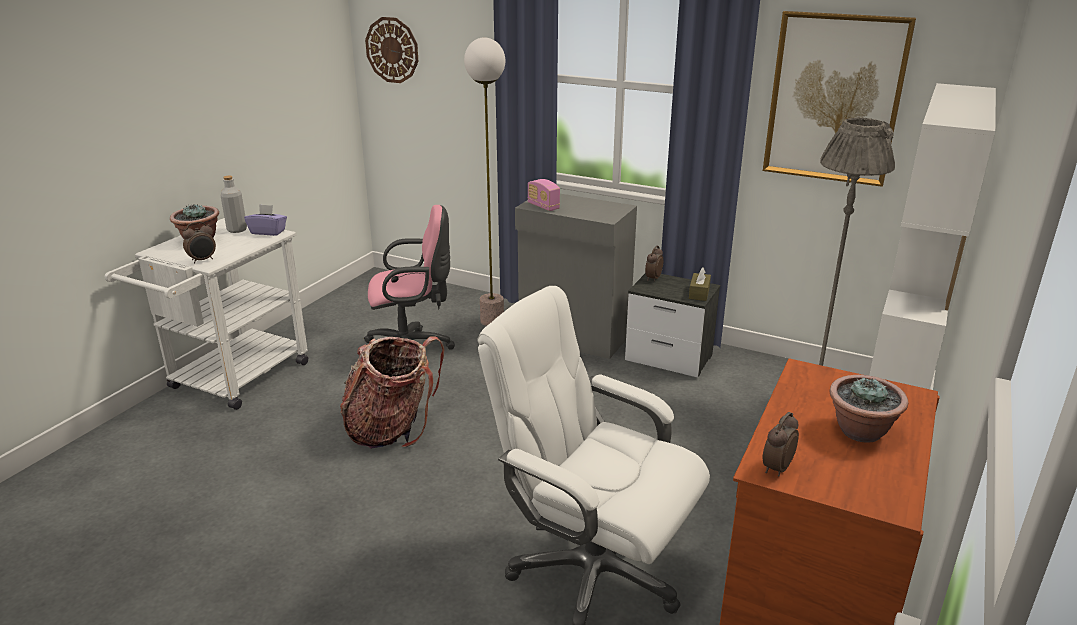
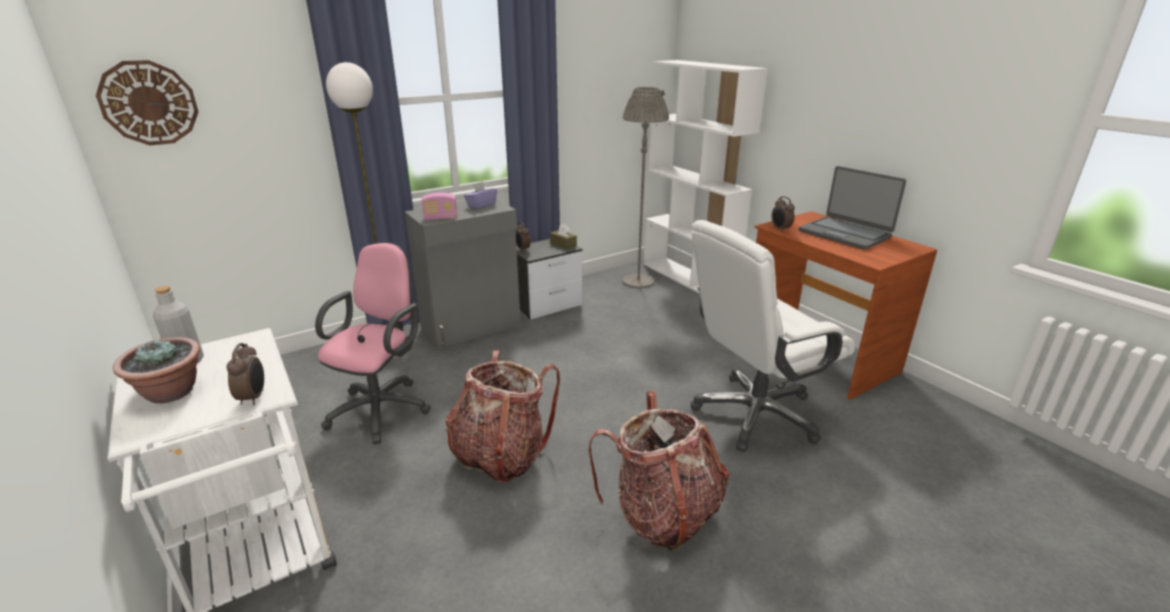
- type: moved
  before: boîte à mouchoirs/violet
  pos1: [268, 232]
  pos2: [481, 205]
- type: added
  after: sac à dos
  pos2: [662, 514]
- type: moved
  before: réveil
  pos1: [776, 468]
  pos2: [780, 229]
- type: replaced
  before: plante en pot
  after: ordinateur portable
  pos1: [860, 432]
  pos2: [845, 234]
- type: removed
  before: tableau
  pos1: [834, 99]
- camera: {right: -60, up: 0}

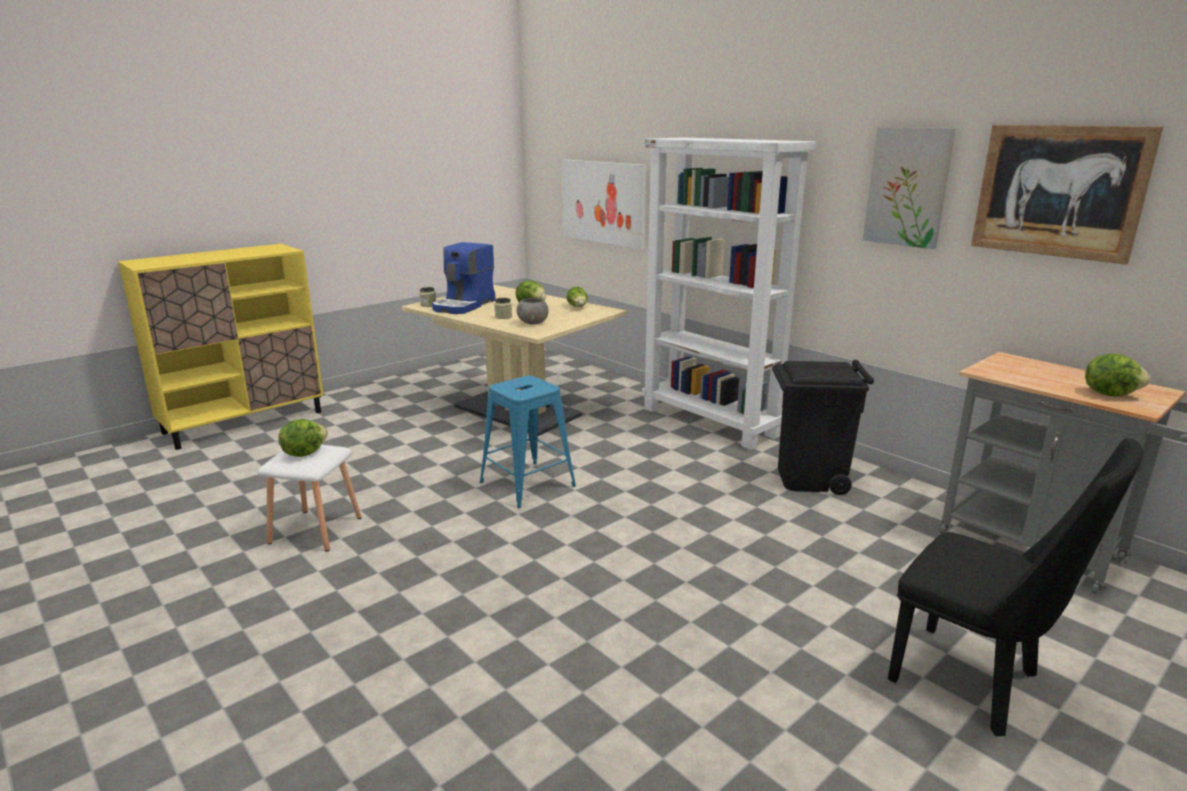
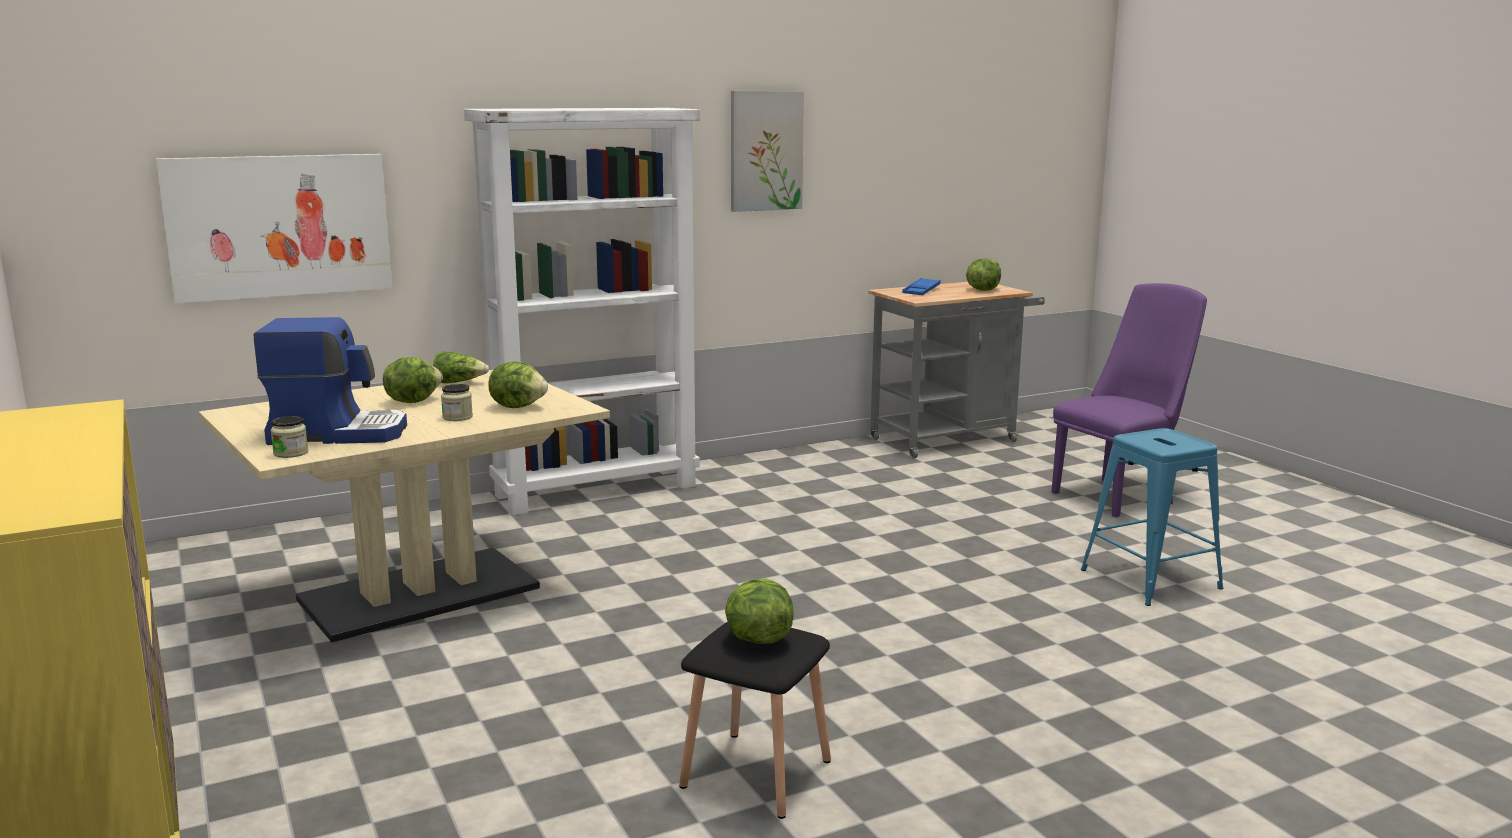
- type: turned
  before: machine à café
  pos1: [464, 305]
  pos2: [338, 433]
  turn: -45
- type: replaced
  before: bol/gris
  after: laitue
  pos1: [533, 323]
  pos2: [518, 406]
- type: recoloured
  before: tabouret/blanc
  after: tabouret/noir
  pos1: [315, 529]
  pos2: [753, 773]
- type: added
  after: plateau/bleu
  pos2: [921, 291]
- type: recoloured
  before: chaise/noir
  after: chaise/violet
  pos1: [976, 683]
  pos2: [1118, 496]
- type: moved
  before: tabouret/bleu
  pos1: [527, 484]
  pos2: [1149, 579]
- type: removed
  before: poubelle/noir
  pos1: [810, 479]
- type: removed
  before: tableau
  pos1: [1058, 191]
- camera: {right: -75, up: -5}

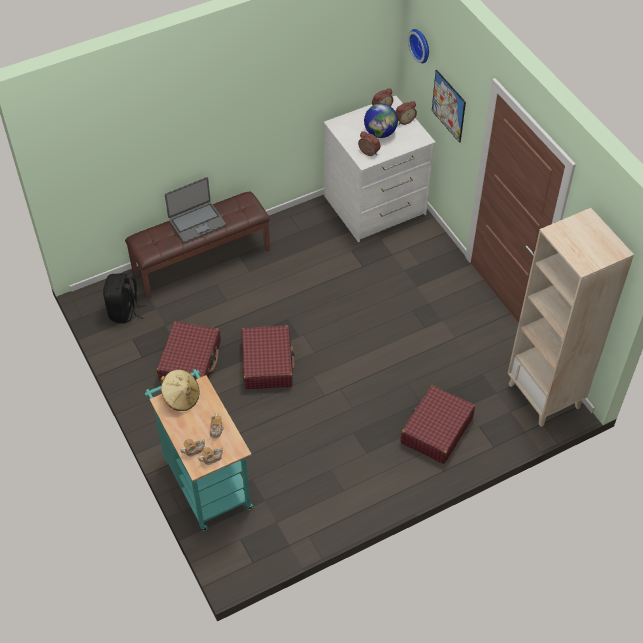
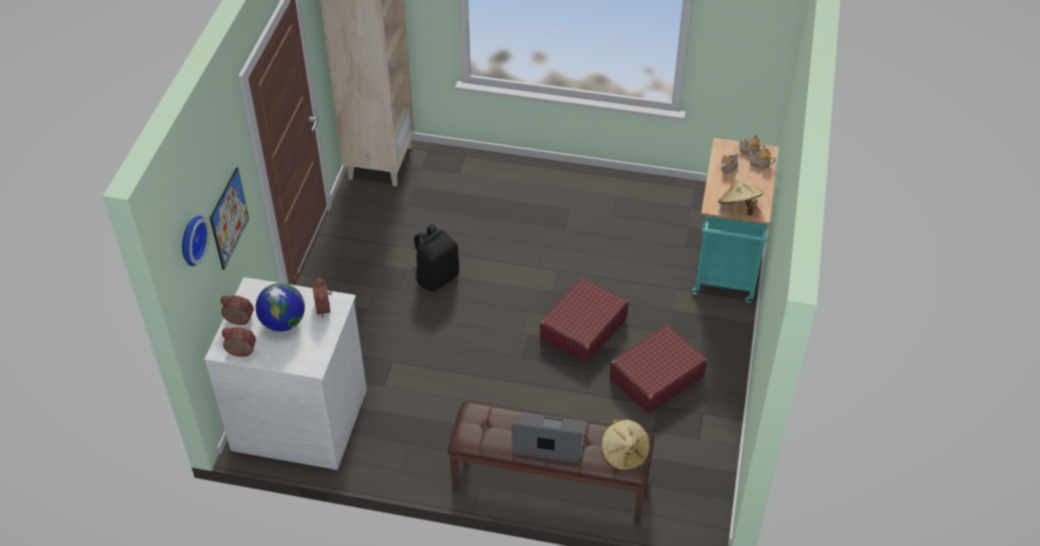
- type: moved
  before: sac à dos/noir
  pos1: [125, 311]
  pos2: [437, 277]
- type: added
  after: chapeau/beige
  pos2: [624, 454]
- type: removed
  before: valise/rouge
  pos1: [436, 430]
- camera: {right: -140, up: -5}

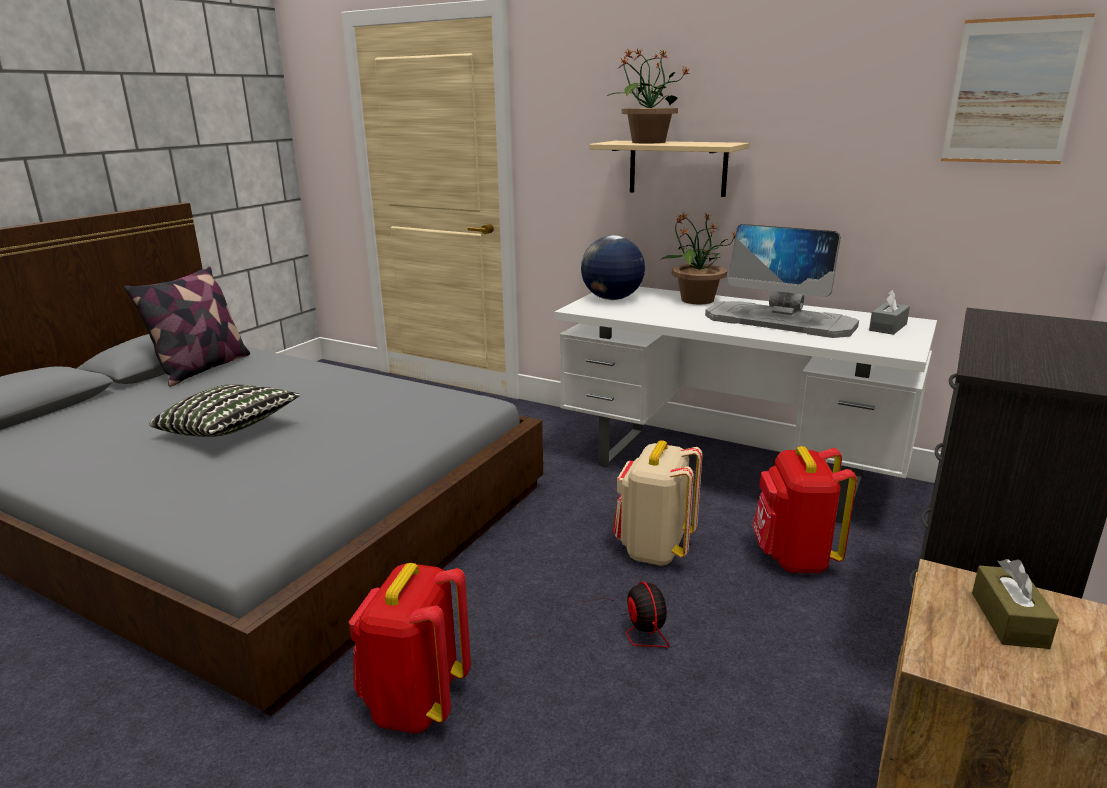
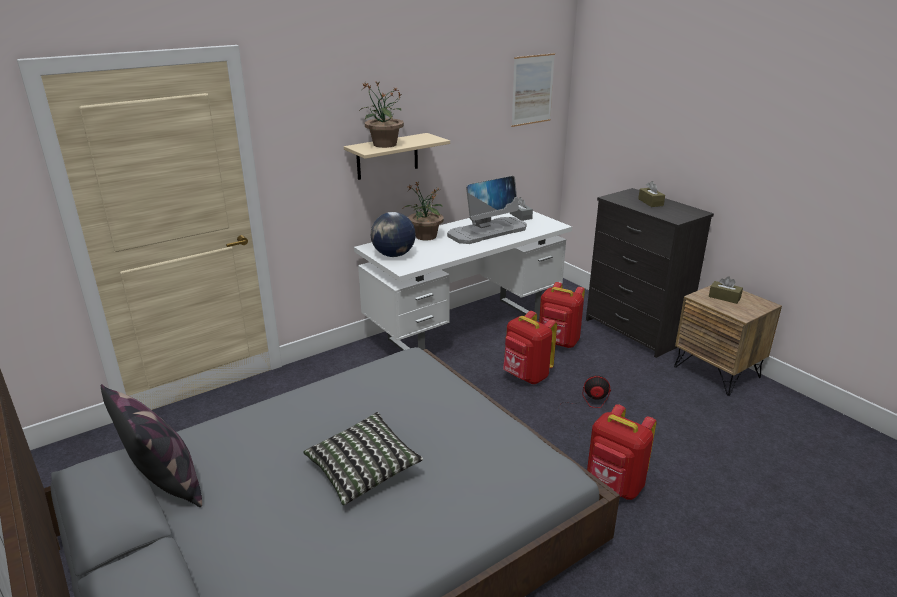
- type: recoloured
  before: sac à dos/beige
  after: sac à dos/rouge
  pos1: [654, 550]
  pos2: [526, 376]
- type: added
  after: boîte à mouchoirs/marron
  pos2: [650, 202]
- camera: {right: -65, up: 5}

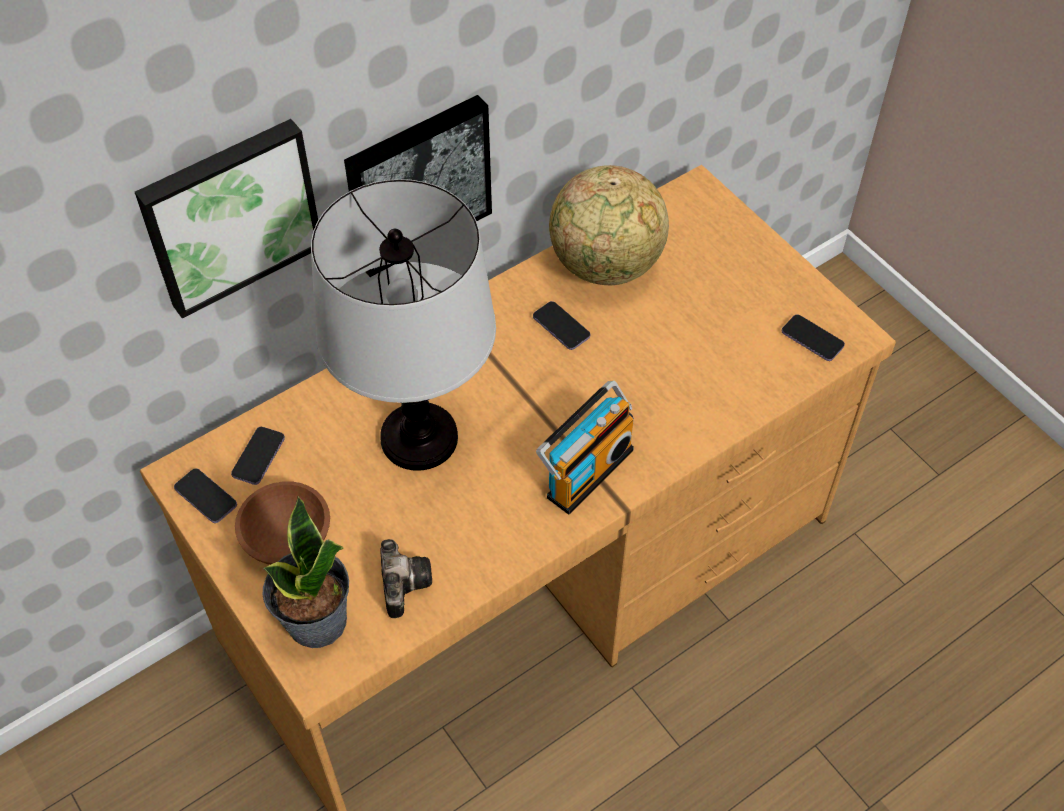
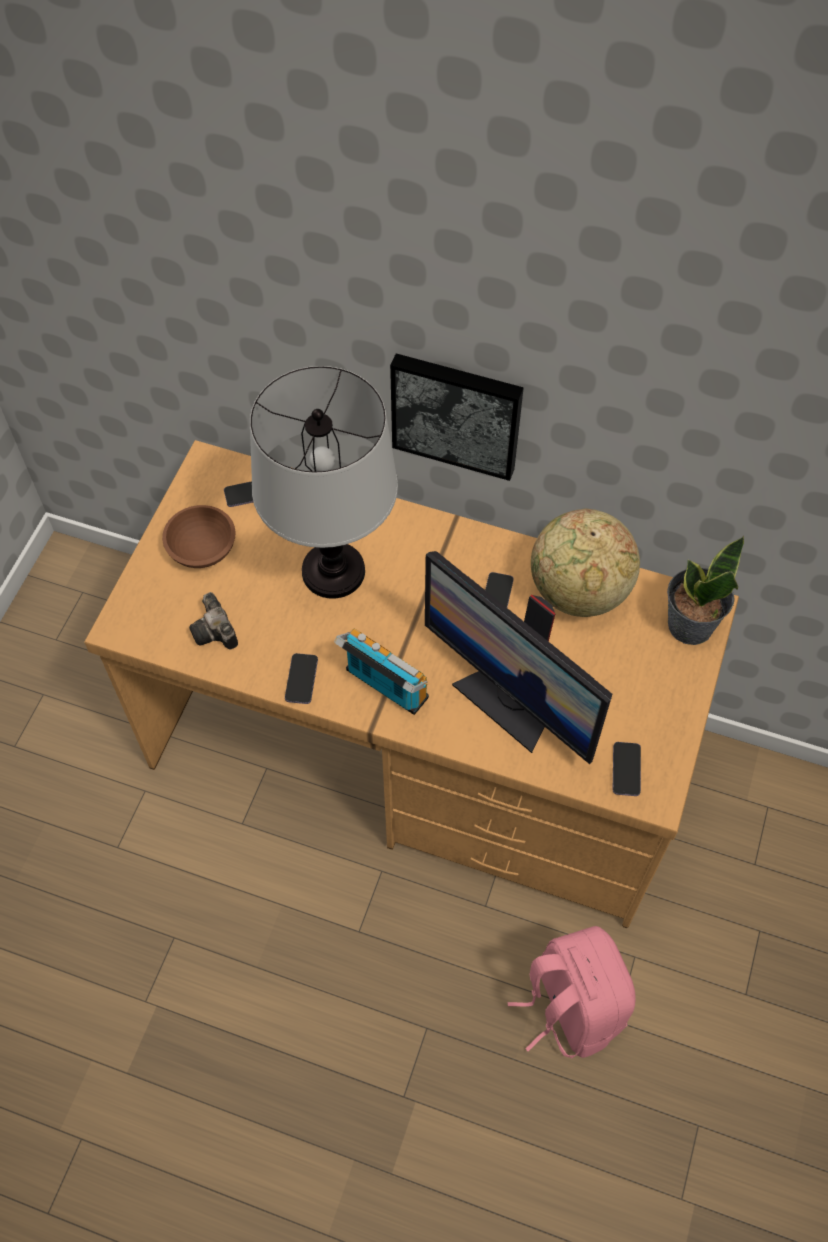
- type: turned
  before: appareil photo
  pos1: [402, 582]
  pos2: [216, 633]
  turn: 105
- type: moved
  before: téléphone
  pos1: [206, 497]
  pos2: [301, 679]
- type: turned
  before: radio
  pos1: [586, 470]
  pos2: [384, 687]
  turn: -150
- type: added
  after: écran d'ordinateur
  pos2: [510, 700]
- type: added
  after: sac à dos/rose
  pos2: [569, 1006]
- type: moved
  before: plante en pot
  pos1: [316, 622]
  pos2: [689, 625]
- type: removed
  before: tableau
  pos1: [230, 214]
- camera: {right: 55, up: 5}

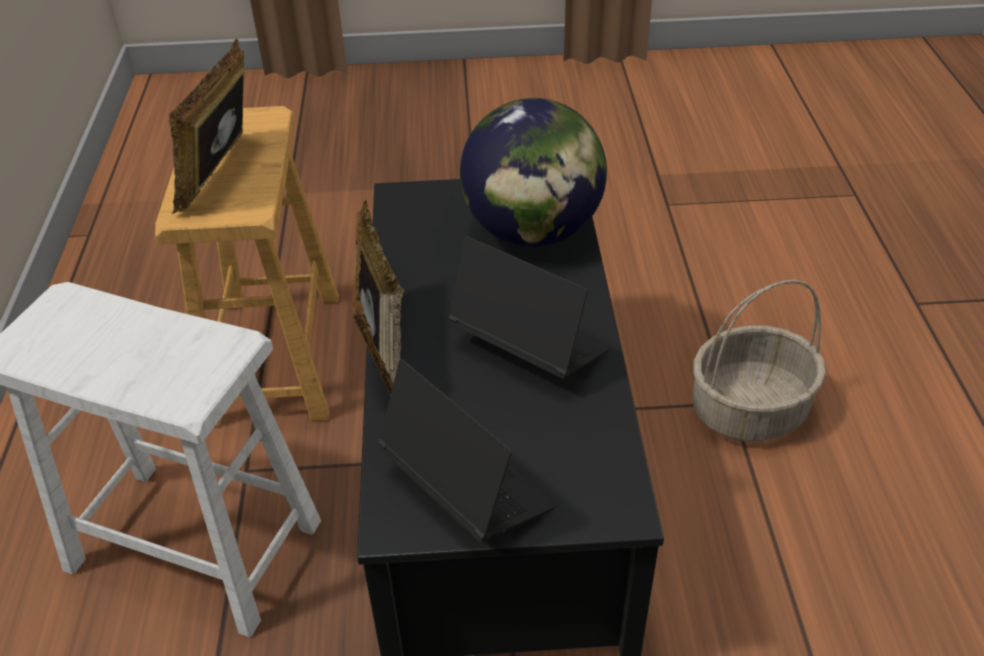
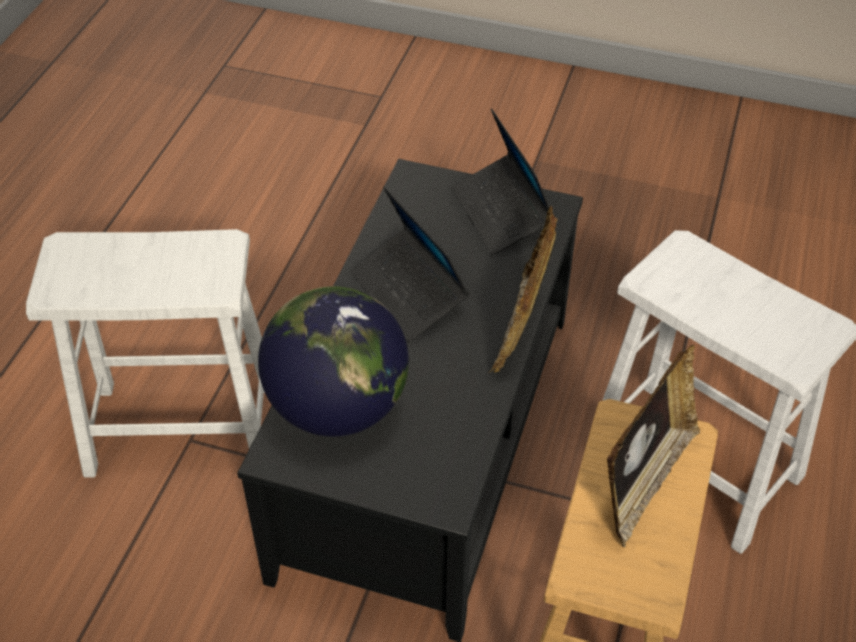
- type: replaced
  before: panier
  after: tabouret/blanc
  pos1: [748, 411]
  pos2: [182, 427]
- camera: {right: -160, up: 5}

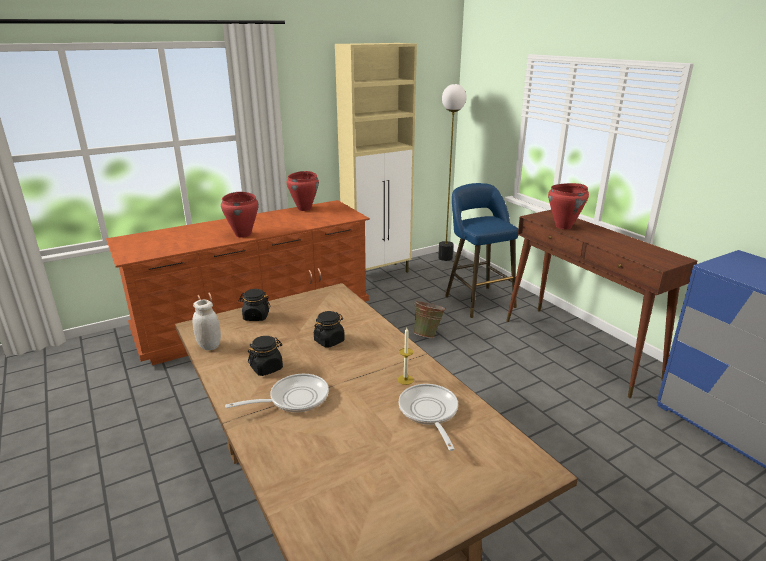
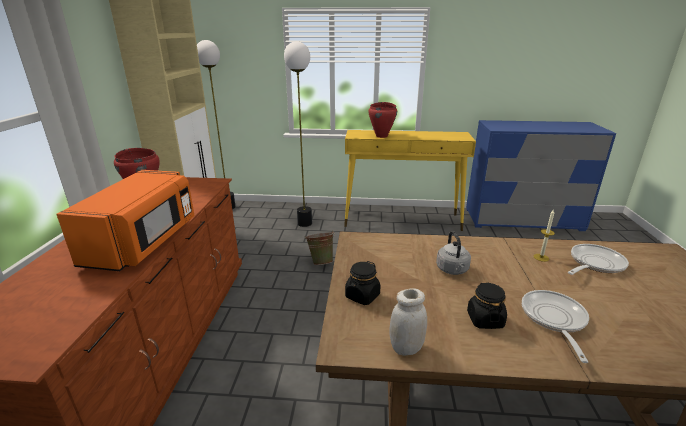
- type: replaced
  before: marmite/rouge
  after: micro-ondes/orange
  pos1: [243, 235]
  pos2: [144, 242]
- type: replaced
  before: tabouret/bleu
  after: lampadaire
  pos1: [477, 300]
  pos2: [304, 223]
- type: recoloured
  before: table console/marron
  after: table console/jaune
  pos1: [579, 348]
  pos2: [402, 220]
- type: replaced
  before: bocal/noir
  after: bouilloire/gris
  pos1: [329, 341]
  pos2: [452, 270]
- type: turned
  before: poêle
  pos1: [429, 413]
  pos2: [594, 264]
  turn: 120
- camera: {right: -55, up: 0}

